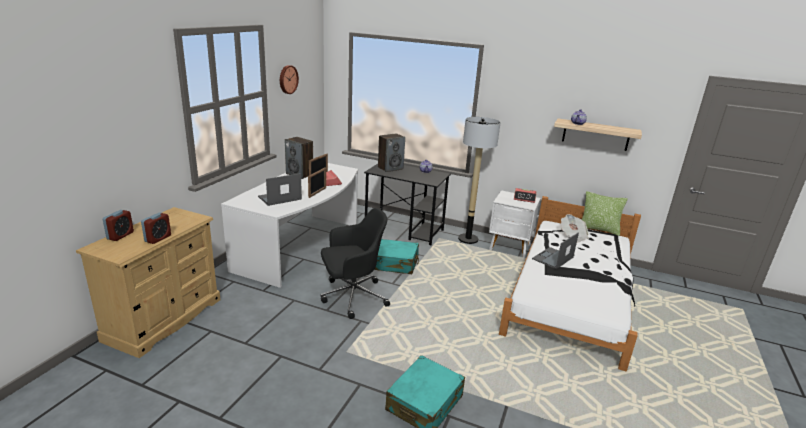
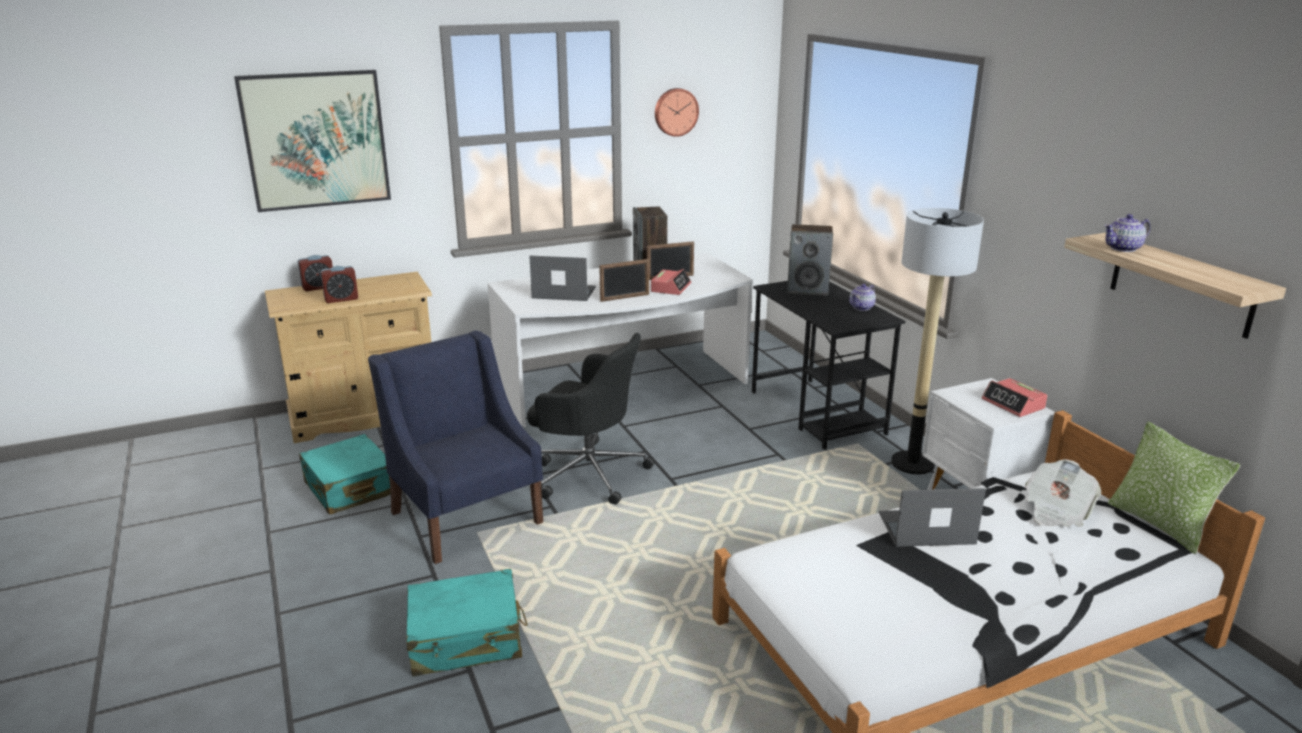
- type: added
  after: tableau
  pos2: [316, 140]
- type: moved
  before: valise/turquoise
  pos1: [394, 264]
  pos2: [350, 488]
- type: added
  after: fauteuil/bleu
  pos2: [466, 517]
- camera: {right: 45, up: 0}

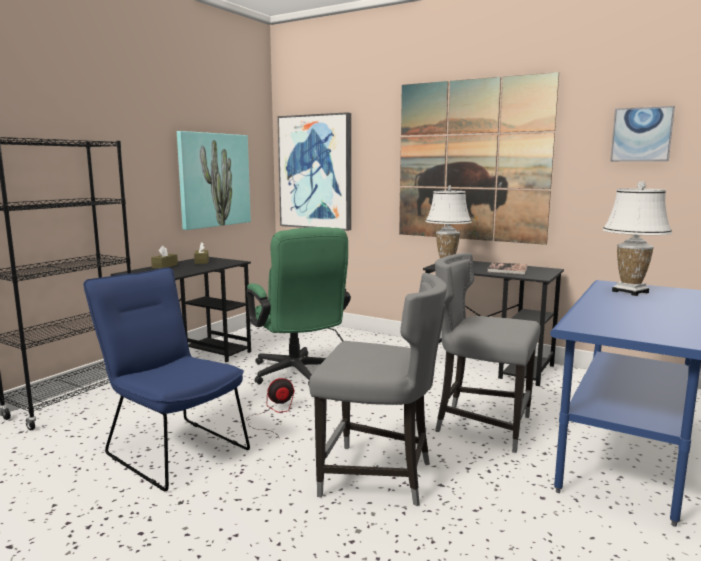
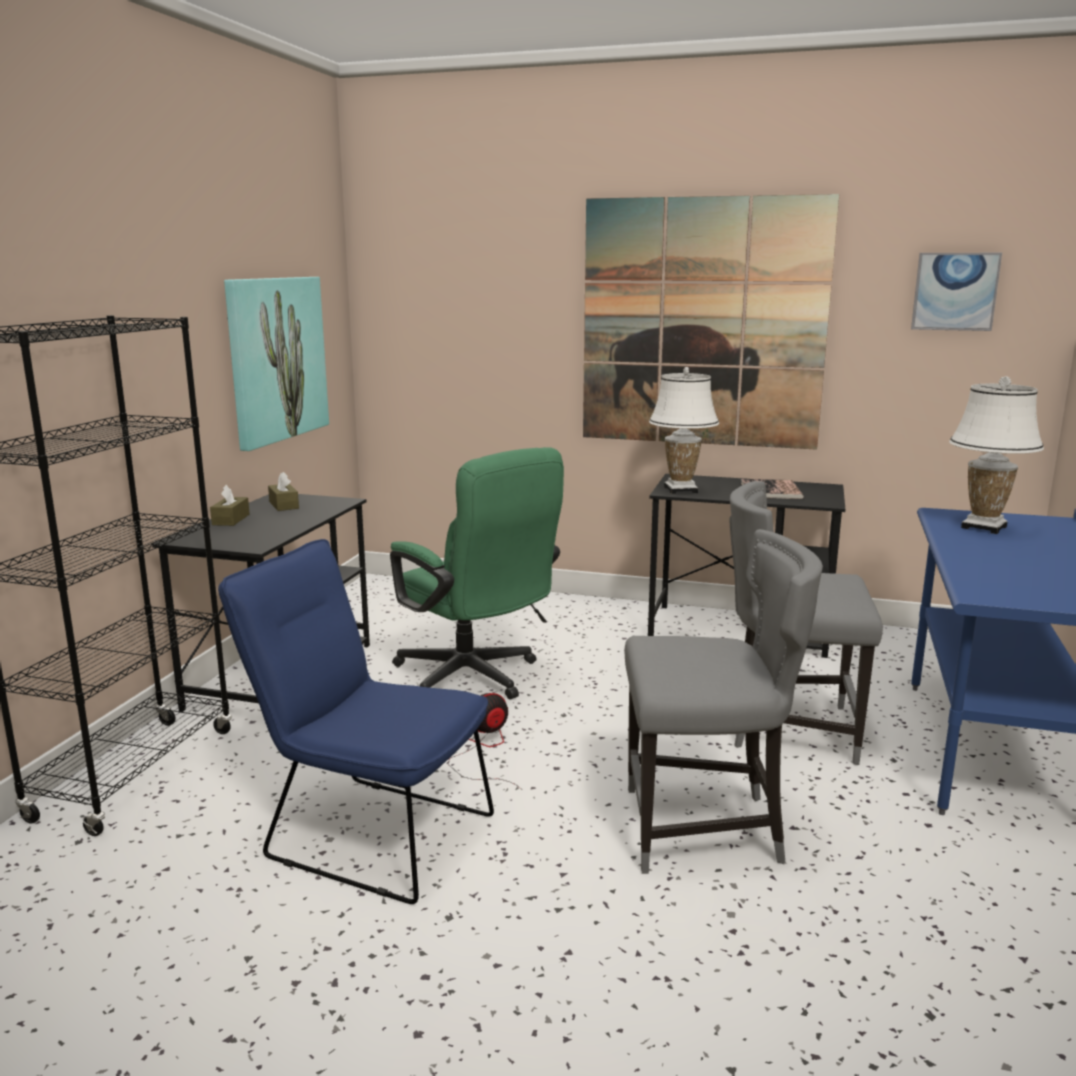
- type: removed
  before: tableau
  pos1: [315, 172]
- camera: {right: -15, up: 5}

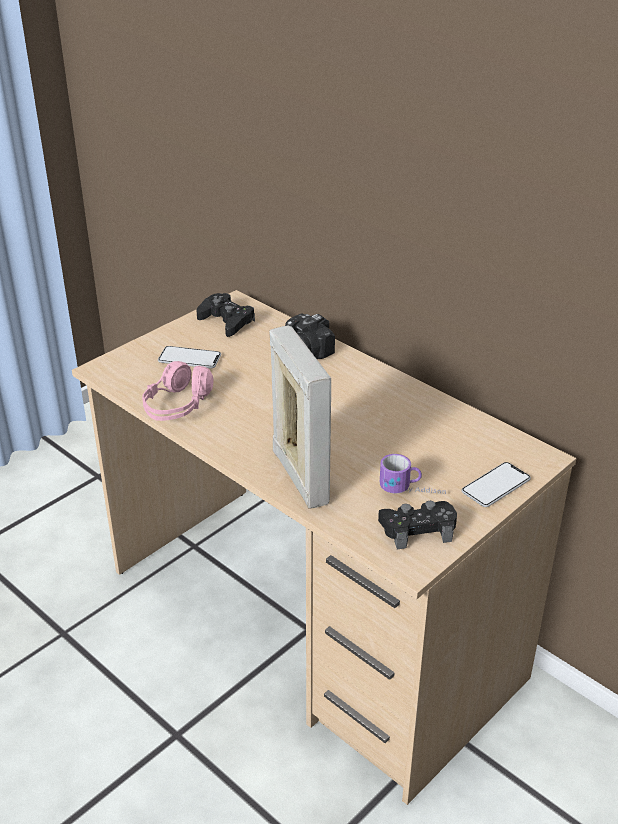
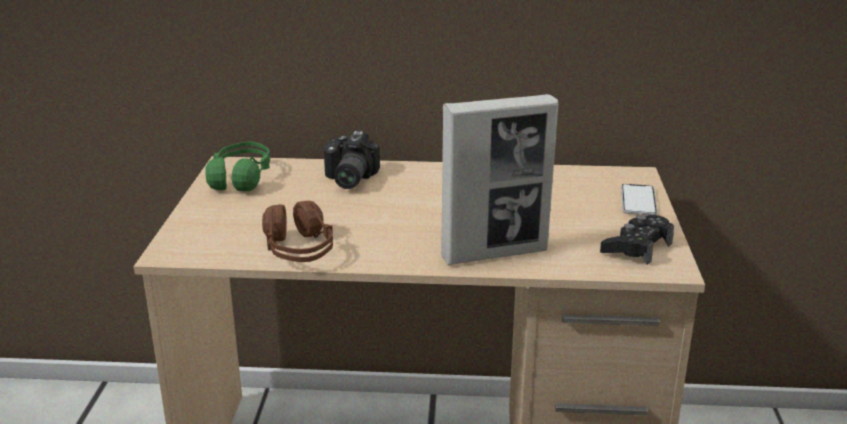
- type: replaced
  before: manette/noir
  after: casque audio/vert
  pos1: [226, 321]
  pos2: [241, 178]
- type: recoloured
  before: casque audio/rose
  after: casque audio/marron
  pos1: [177, 406]
  pos2: [299, 250]
- type: turned
  before: cadre photo
  pos1: [300, 477]
  pos2: [495, 254]
  turn: 135
- type: removed
  before: téléphone
  pos1: [189, 358]
- type: removed
  before: mug
  pos1: [412, 493]
- camera: {right: -40, up: -10}

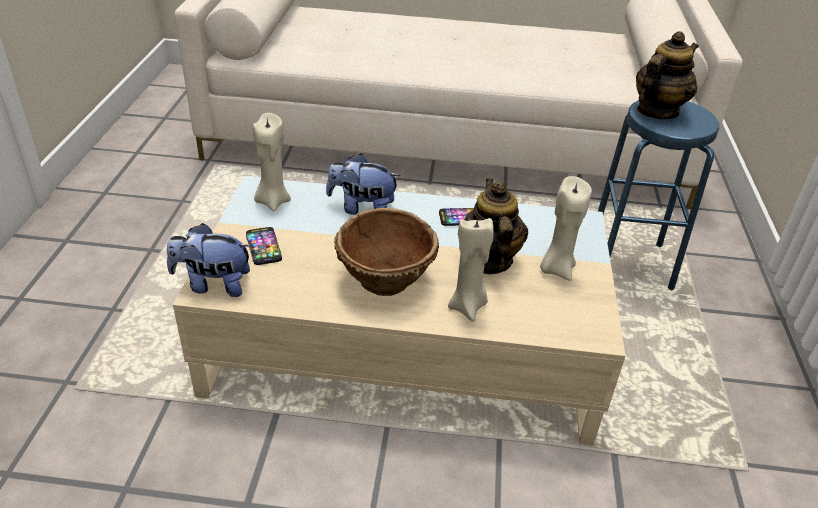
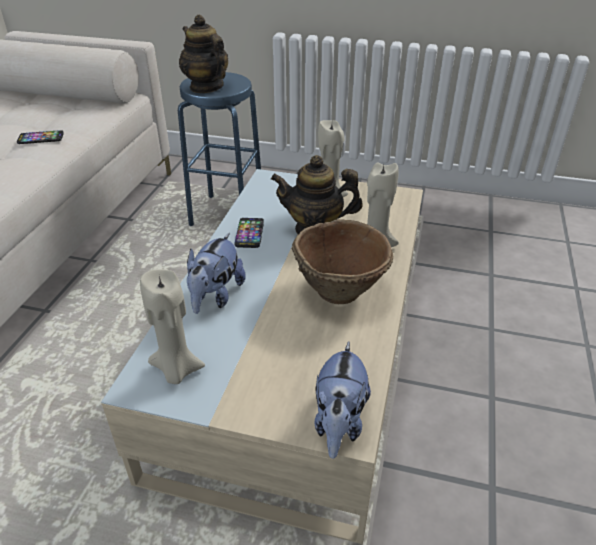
- type: moved
  before: téléphone
  pos1: [263, 247]
  pos2: [41, 138]
- camera: {right: -80, up: 0}

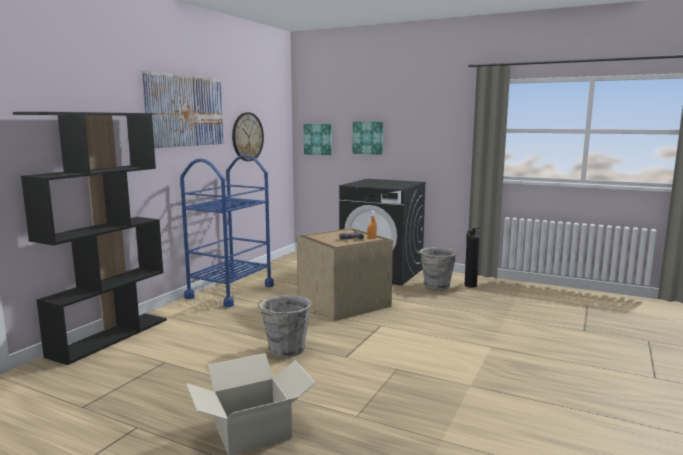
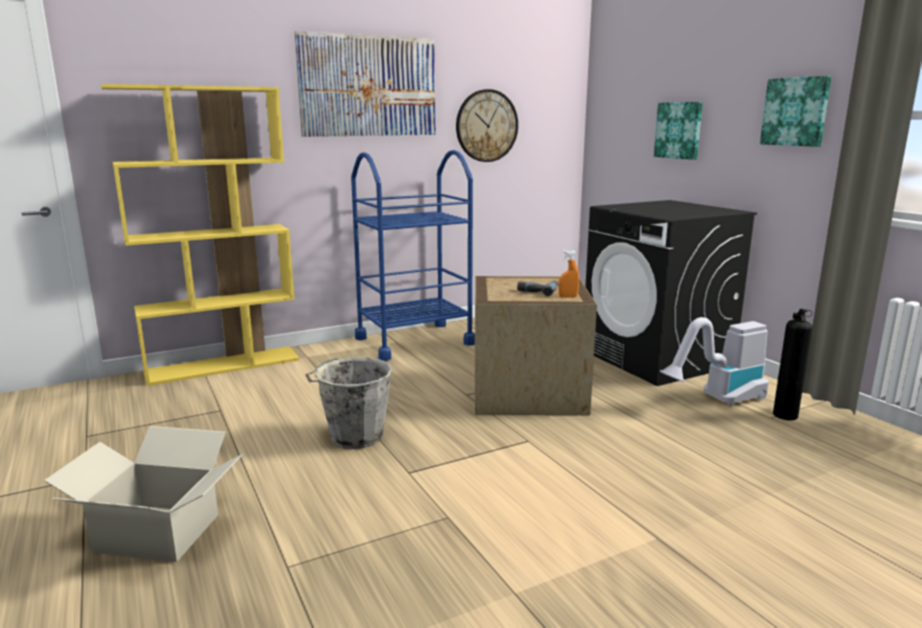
- type: recoloured
  before: bibliothèque/noir
  after: bibliothèque/jaune
  pos1: [110, 337]
  pos2: [224, 365]
- type: replaced
  before: seau/gris
  after: aspirateur
  pos1: [436, 286]
  pos2: [718, 400]
- type: moved
  before: tableau
  pos1: [318, 139]
  pos2: [796, 111]
- camera: {right: 35, up: 5}

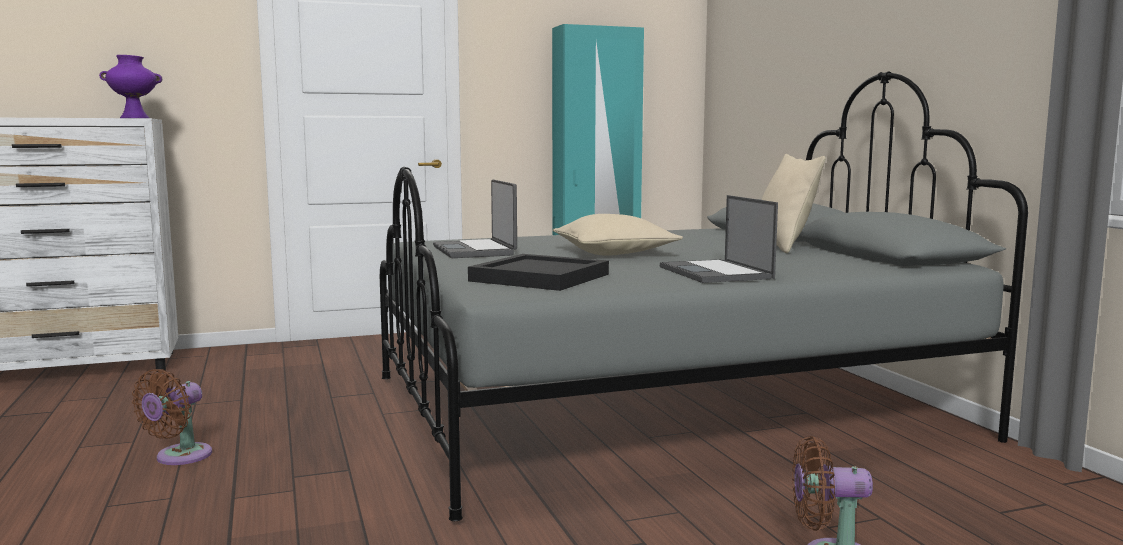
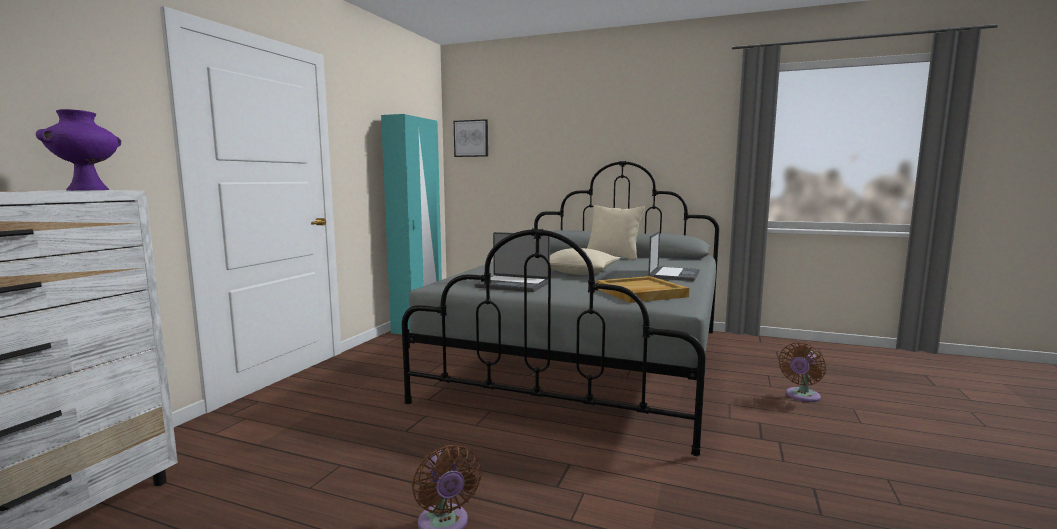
- type: added
  after: tableau
  pos2: [471, 138]
- type: recoloured
  before: plateau/noir
  after: plateau/beige
  pos1: [538, 278]
  pos2: [640, 293]
- type: turned
  before: ordinateur portable
  pos1: [716, 273]
  pos2: [674, 274]
  turn: -90
- camera: {right: -50, up: 0}

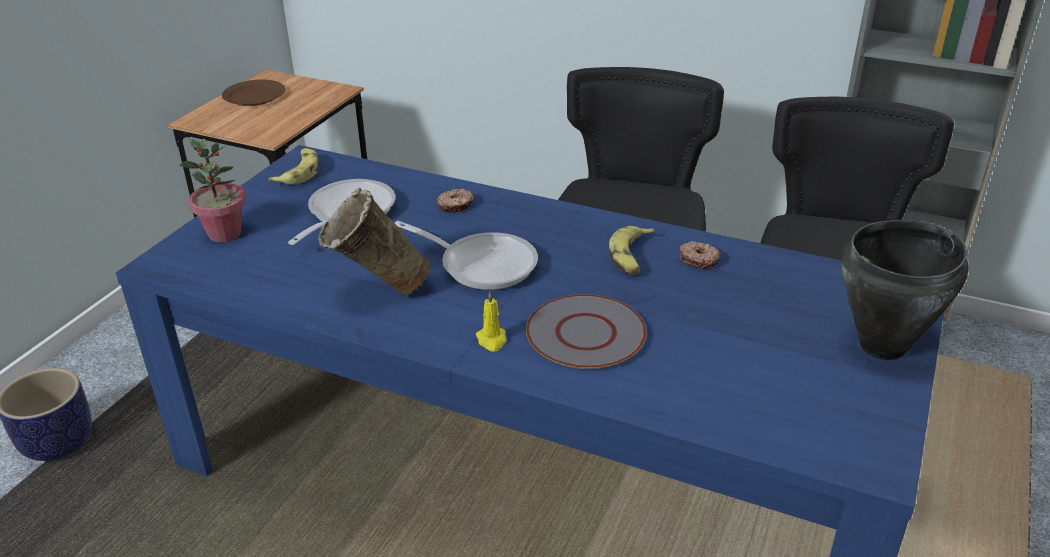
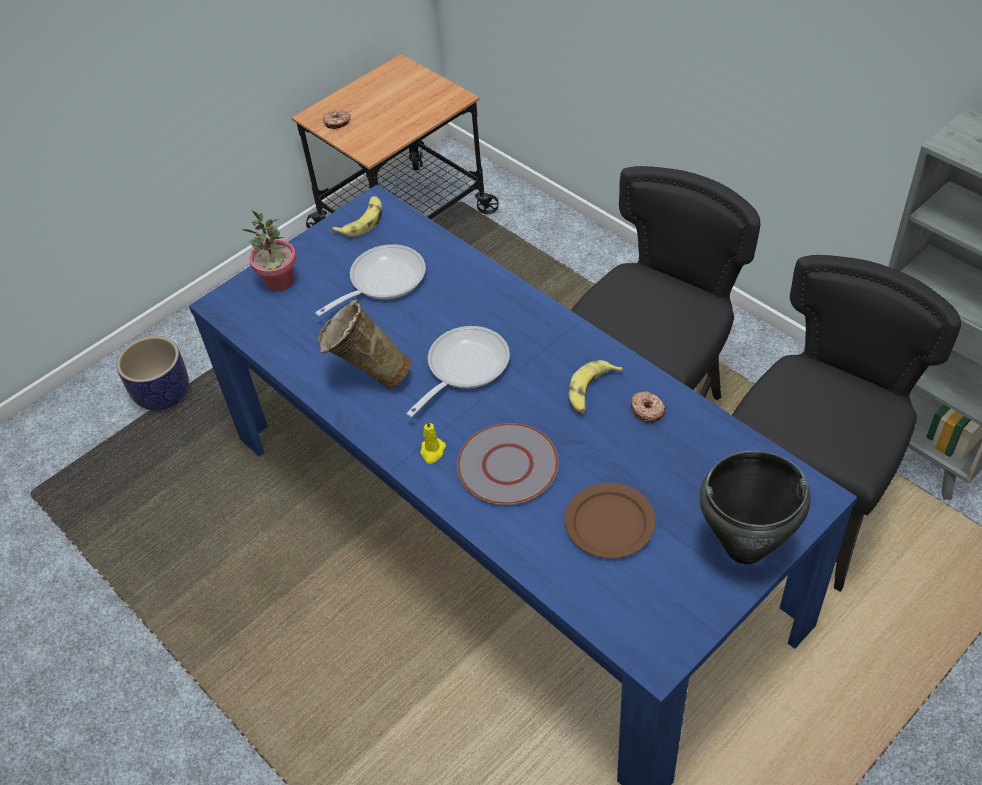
- type: moved
  before: beignet
  pos1: [456, 206]
  pos2: [337, 123]
- type: turned
  before: poêle
  pos1: [481, 264]
  pos2: [463, 368]
  turn: -105
- type: moved
  before: assiette/marron
  pos1: [254, 96]
  pos2: [609, 523]
- camera: {right: 25, up: 15}

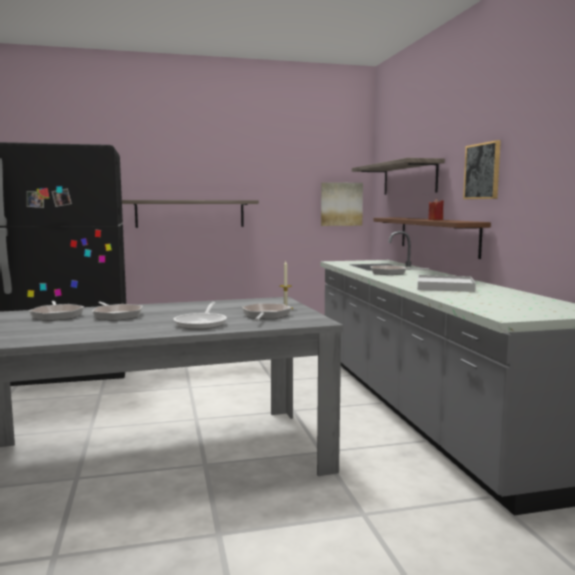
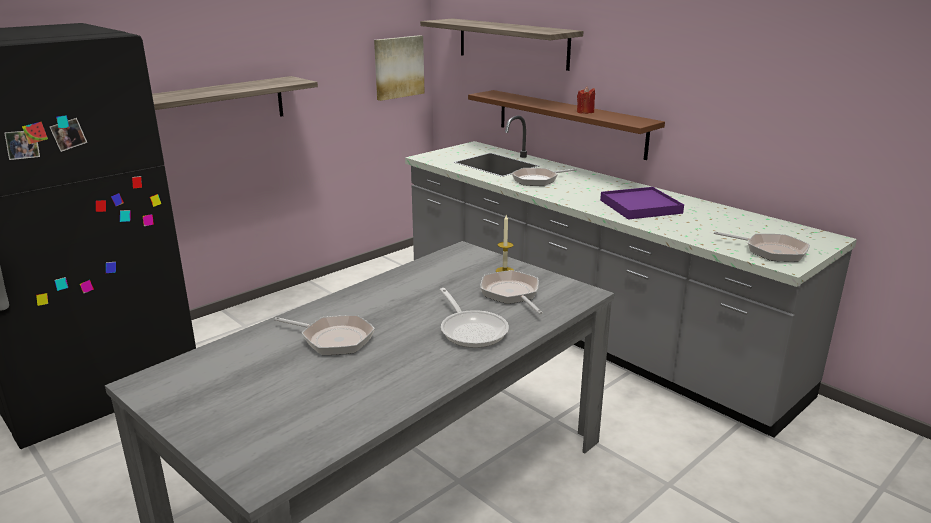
- type: recoloured
  before: plateau/blanc
  after: plateau/violet
  pos1: [445, 287]
  pos2: [640, 206]
- type: moved
  before: poêle
  pos1: [57, 315]
  pos2: [771, 251]
- type: removed
  before: tableau
  pos1: [482, 171]
- camera: {right: -30, up: 15}

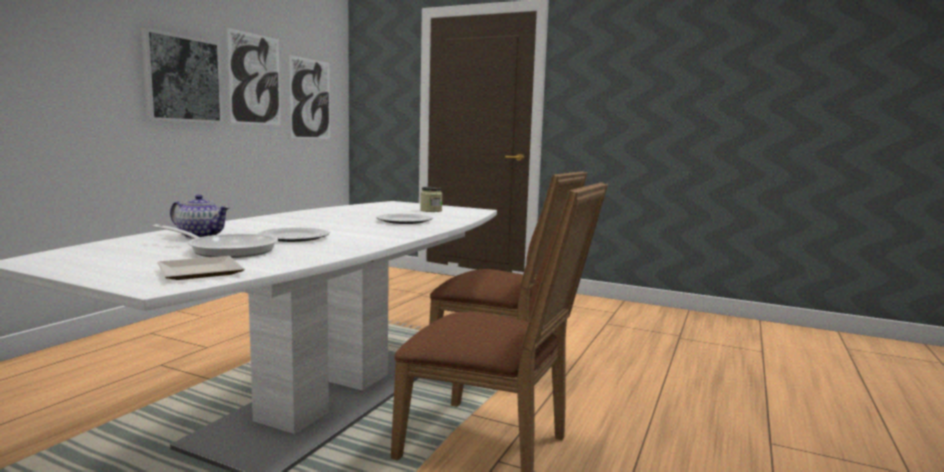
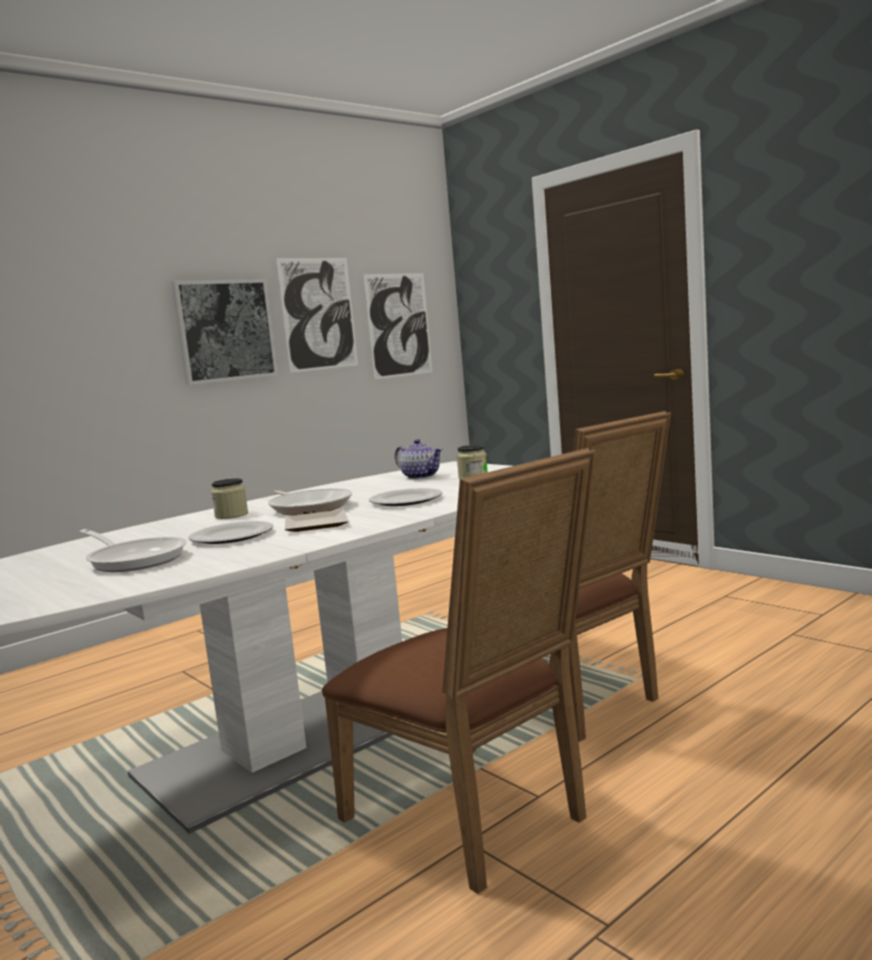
- type: added
  after: bocal
  pos2: [231, 515]
- type: added
  after: poêle
  pos2: [309, 507]
- type: moved
  before: assiette
  pos1: [203, 272]
  pos2: [318, 525]
- type: moved
  before: théière
  pos1: [201, 236]
  pos2: [420, 476]
- camera: {right: 25, up: 0}

